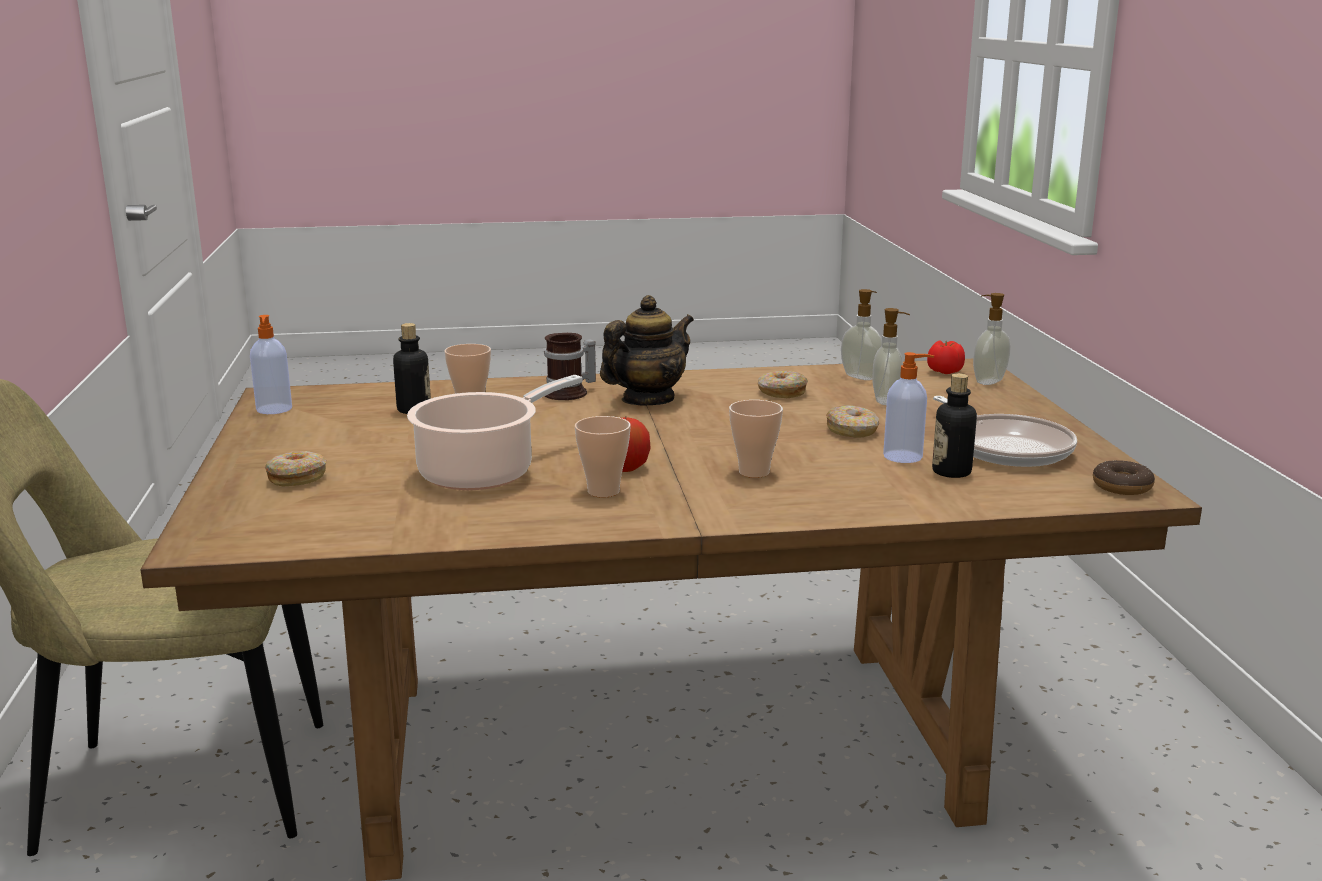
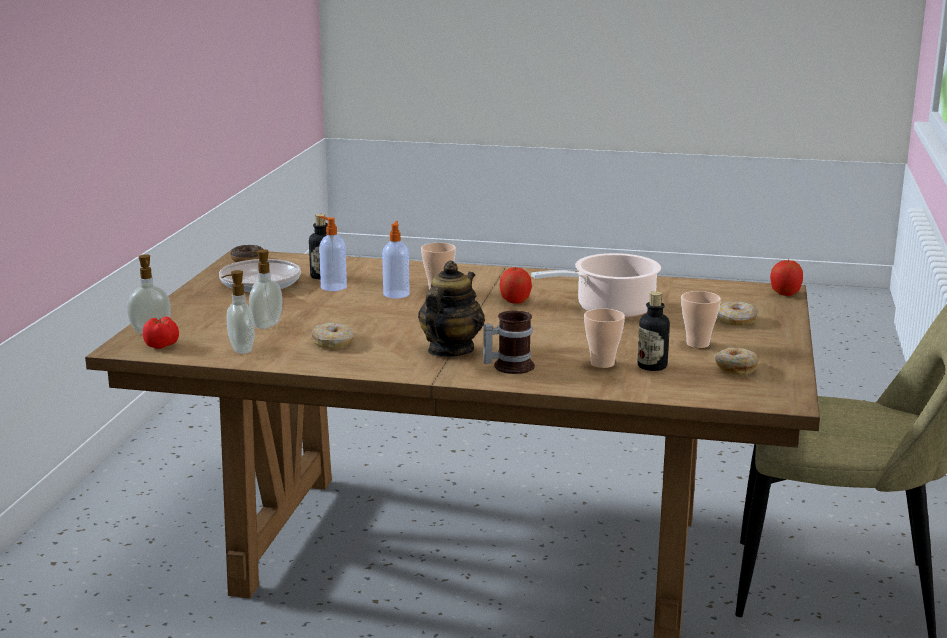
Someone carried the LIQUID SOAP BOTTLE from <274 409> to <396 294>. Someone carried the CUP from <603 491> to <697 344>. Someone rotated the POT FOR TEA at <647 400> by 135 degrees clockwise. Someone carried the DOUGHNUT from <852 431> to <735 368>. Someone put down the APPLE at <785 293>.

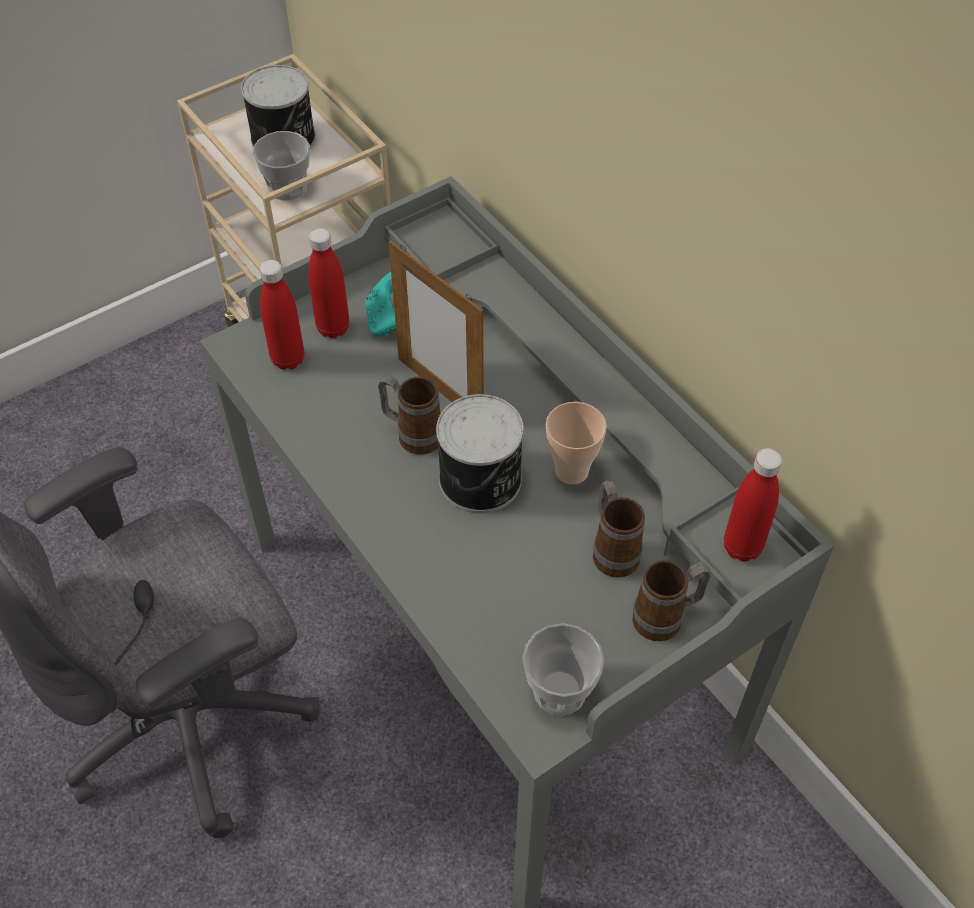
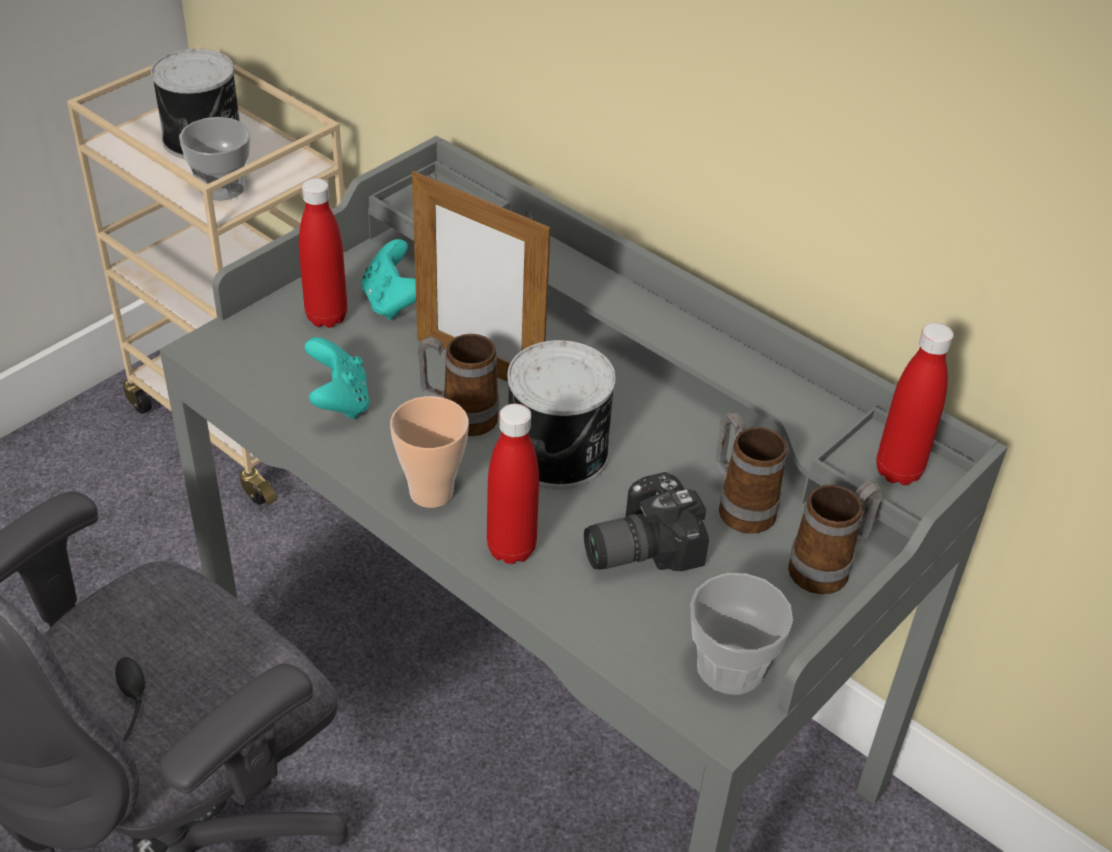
Someone carried the RED BEVERAGE BOTTLE from <288 359> to <511 549>. Someone carried the CUP from <571 471> to <431 492>. Someone put down the TURQUOISE-COLOURED GAME CONTROLLER at <339 402>. Someone put down the PHOTO CAMERA at <637 546>.

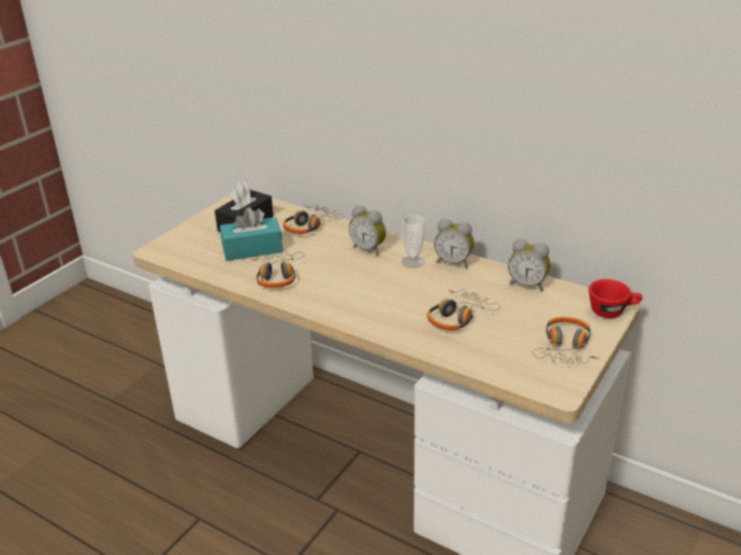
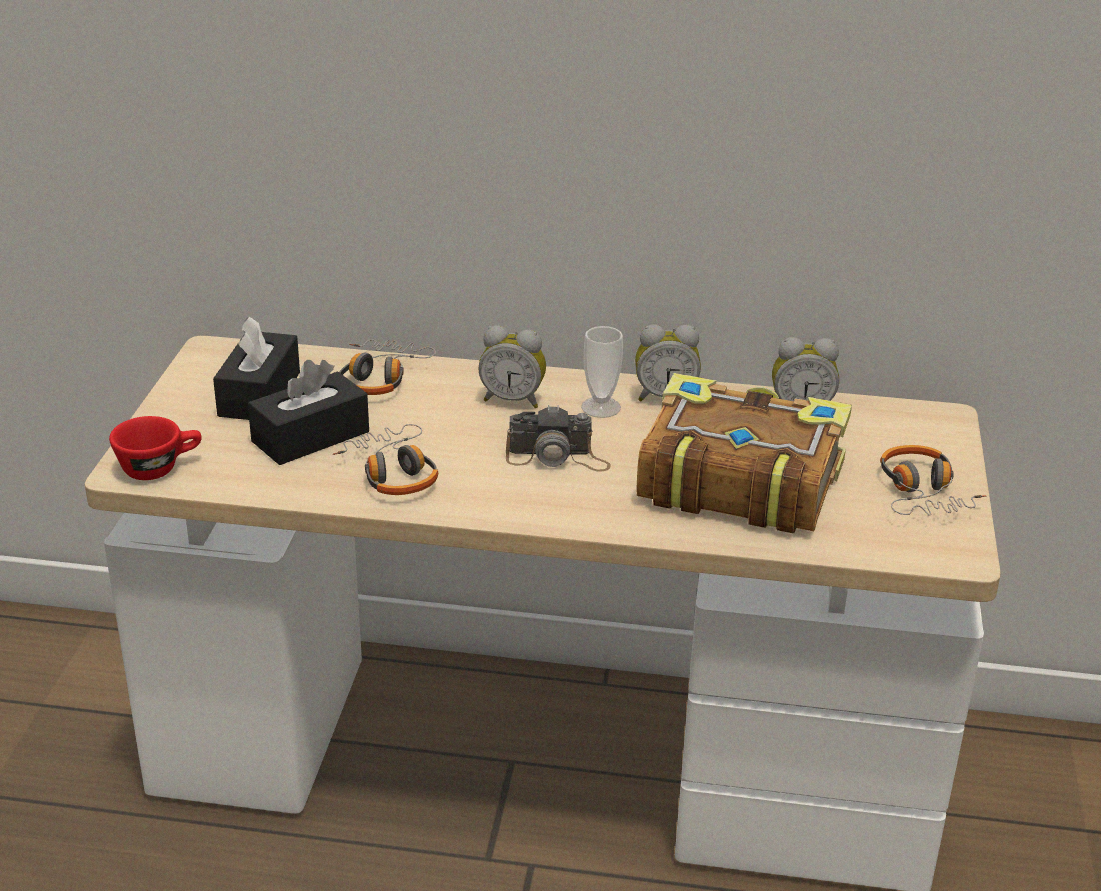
Someone repainted the TURQUOISE-COLOURED TISSUE BOX at <252 249>, which became the BLACK TISSUE BOX at <310 437>. Someone swapped the PAIR OF HEADPHONES at <458 317> for the BOOK at <737 480>. Someone carried the RED CUP from <612 311> to <159 467>. Someone put down the PHOTO CAMERA at <558 457>.

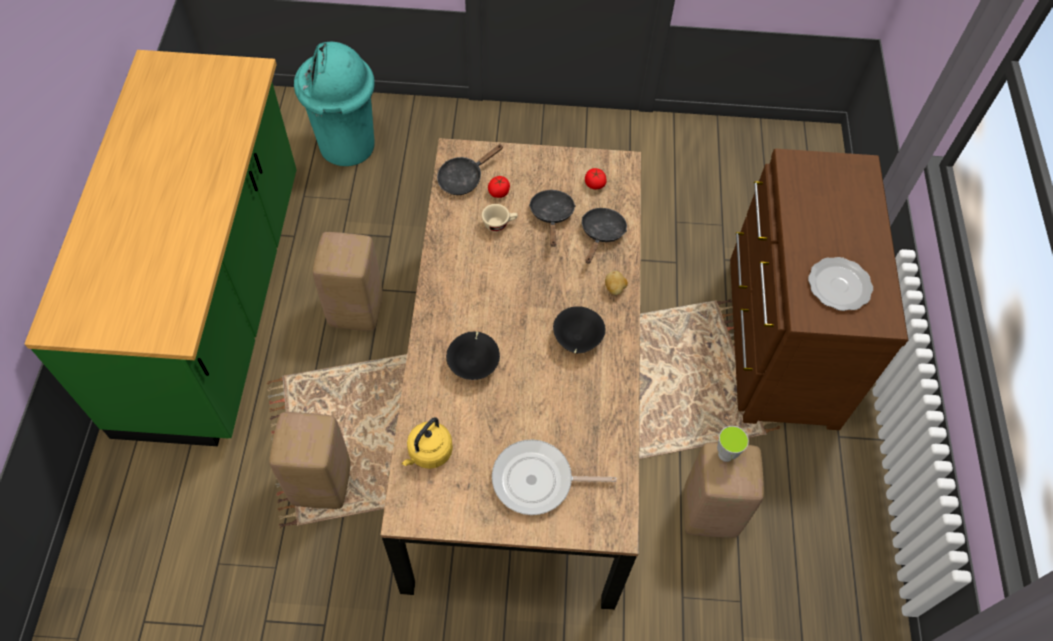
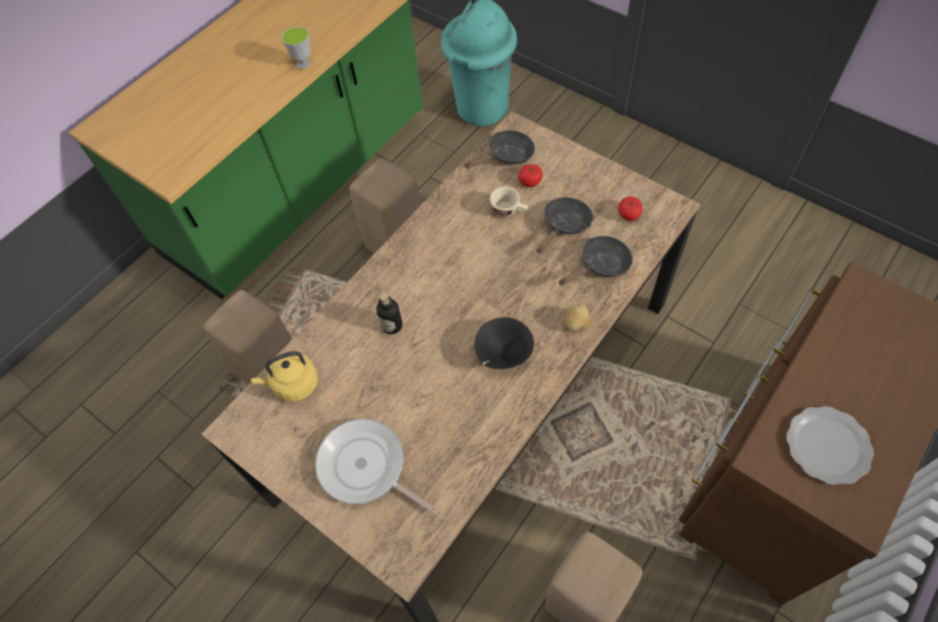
Someone rotated the BLACK FRYING PAN at <464 178> by 150 degrees clockwise. Someone swapped the BLACK DEEP DISH at <474 363> for the BEVERAGE BOTTLE at <392 325>. Someone carried the CUP from <725 454> to <303 64>.

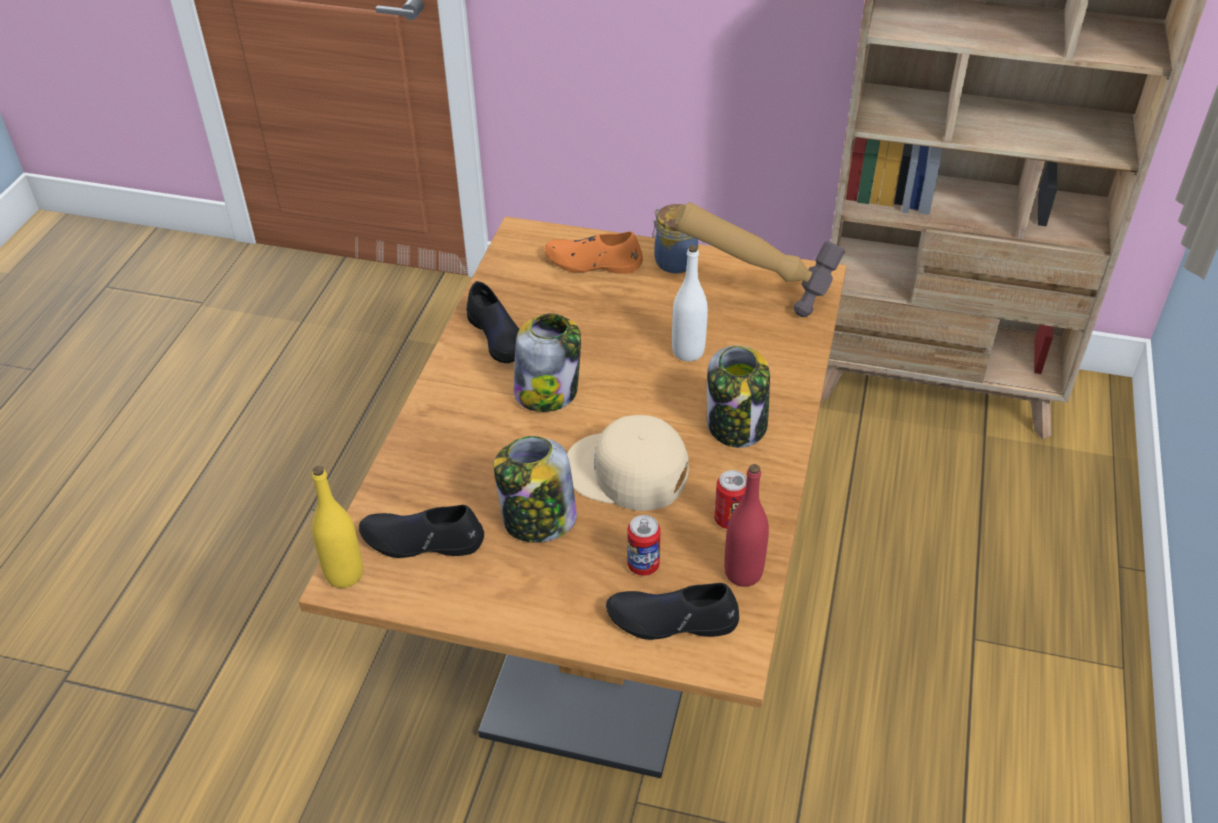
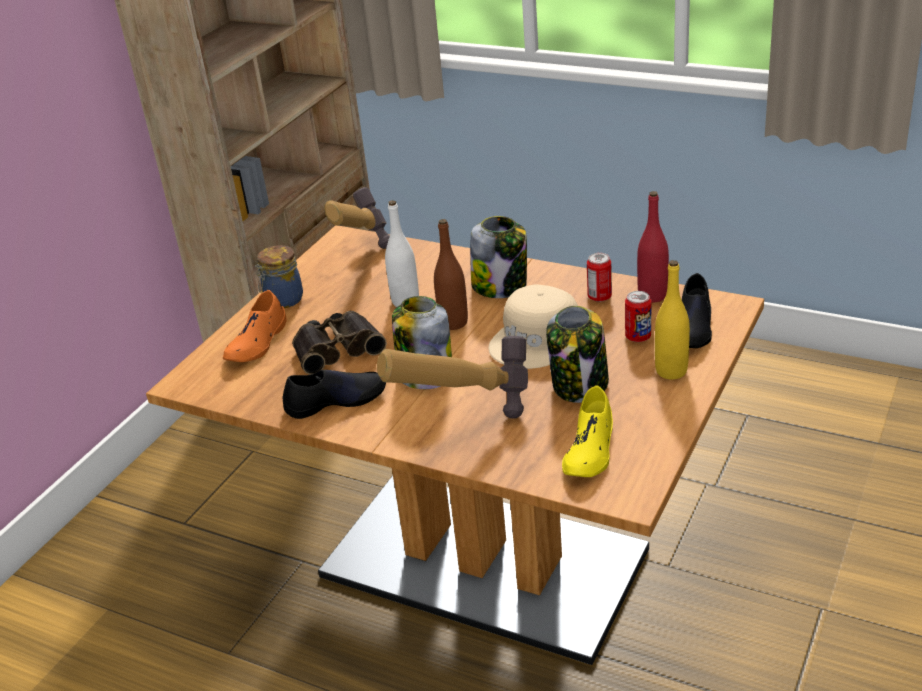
Someone carried the YELLOWISH BEVERAGE BOTTLE from <344 574> to <671 371>. Someone repainted the BLACK ITEM OF FOOTWEAR at <422 540>, which became the YELLOWISH ITEM OF FOOTWEAR at <590 449>. Someone put down the BINOCULARS at <337 348>. Someone put down the TOOL HAMMER at <463 426>. Someone put down the BROWN BEVERAGE BOTTLE at <453 323>.

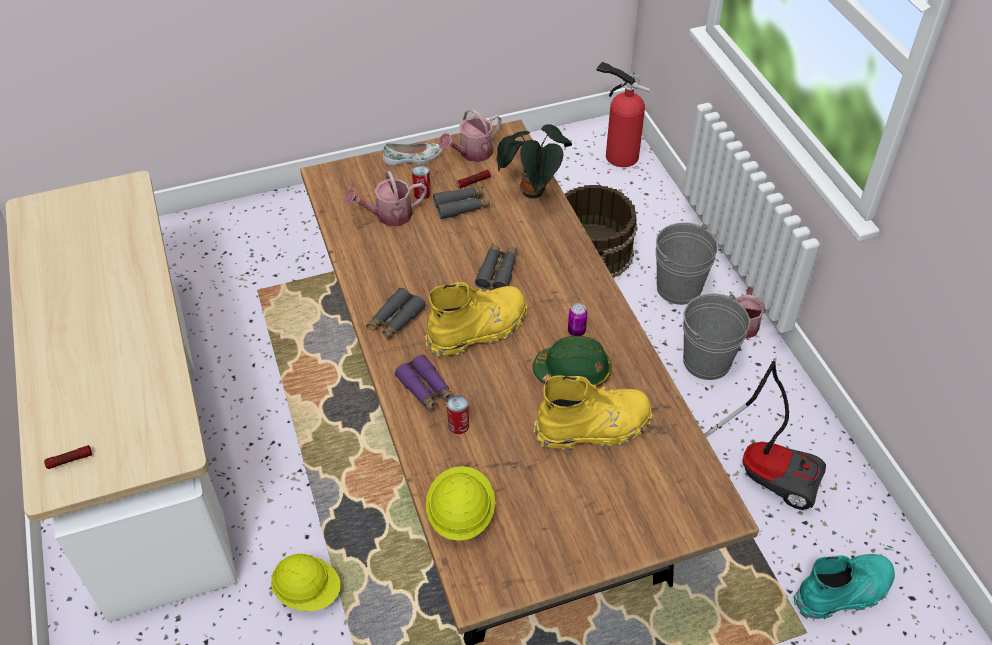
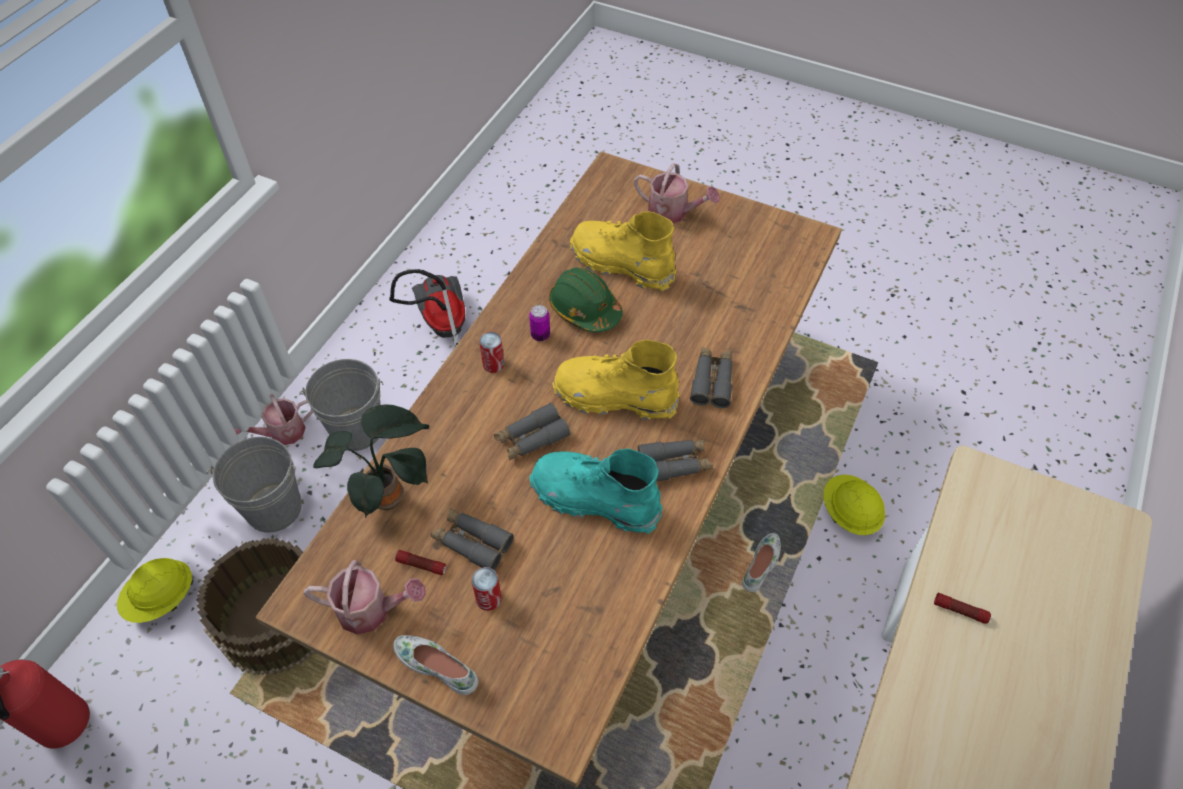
Someone carried the HAND TORCH from <69 460> to <960 611>. Someone carried the WATERING CAN from <389 216> to <673 213>. Someone repainted the PURPLE BINOCULARS at <426 389>, which became the GRAY BINOCULARS at <712 381>. Someone carried the YELLOWISH SAFETY HELMET from <460 514> to <162 599>. Someone carried the METAL CAN from <458 425> to <493 364>. Someone carried the TURQUOISE-COLOURED TALL BOOT from <843 592> to <595 499>. Someone put down the WHITE-COLOURED ITEM OF FOOTWEAR at <761 565>.

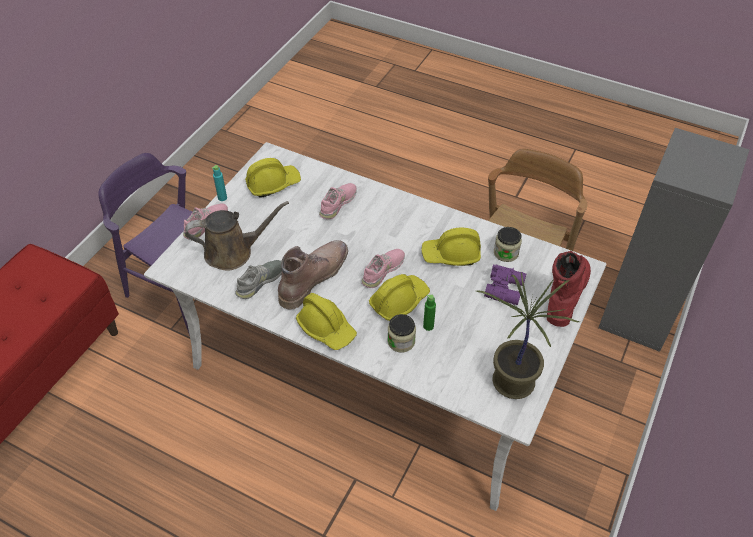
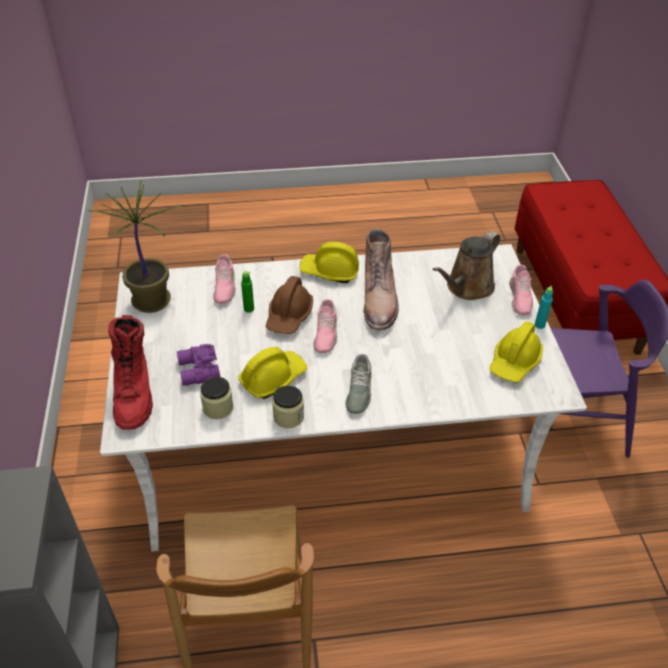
Someone carried the GRAY ITEM OF FOOTWEAR from <260 281> to <358 391>. Someone carried the PINKISH ITEM OF FOOTWEAR from <338 203> to <224 286>. Someone repainted the YELLOWISH SAFETY HELMET at <399 301>, which became the BROWN SAFETY HELMET at <289 316>. Someone carried the STORAGE JAR from <401 341> to <288 417>.

